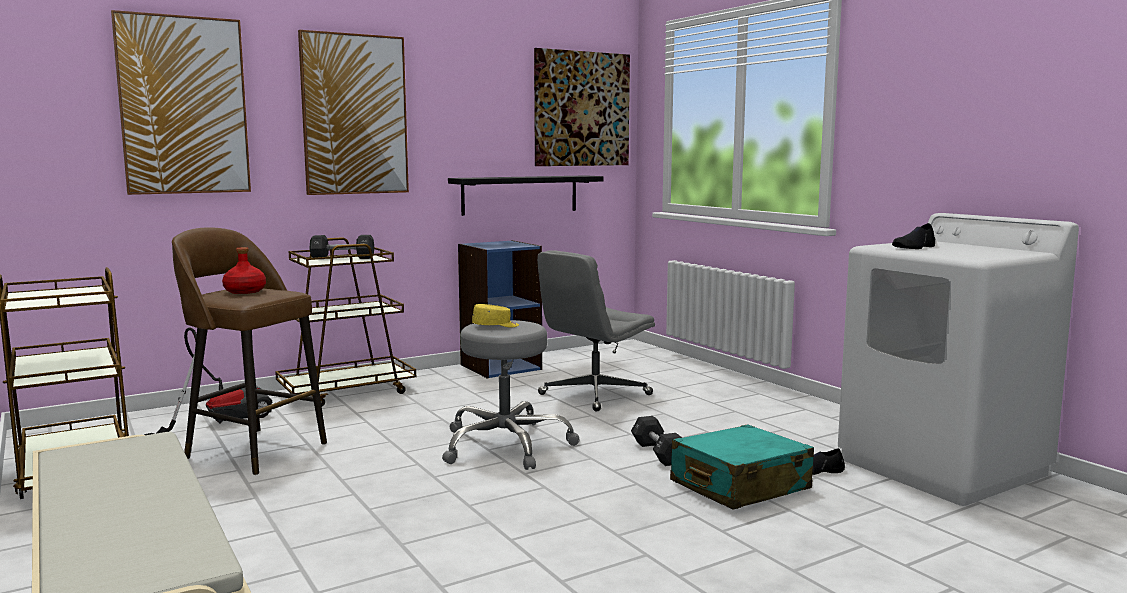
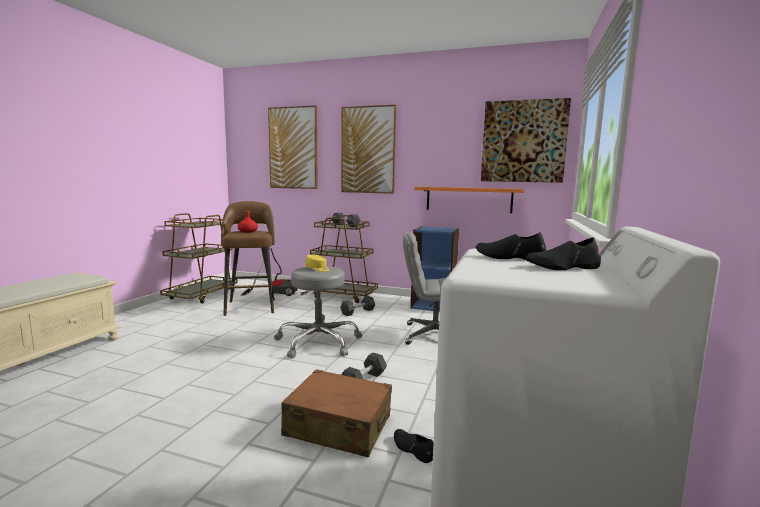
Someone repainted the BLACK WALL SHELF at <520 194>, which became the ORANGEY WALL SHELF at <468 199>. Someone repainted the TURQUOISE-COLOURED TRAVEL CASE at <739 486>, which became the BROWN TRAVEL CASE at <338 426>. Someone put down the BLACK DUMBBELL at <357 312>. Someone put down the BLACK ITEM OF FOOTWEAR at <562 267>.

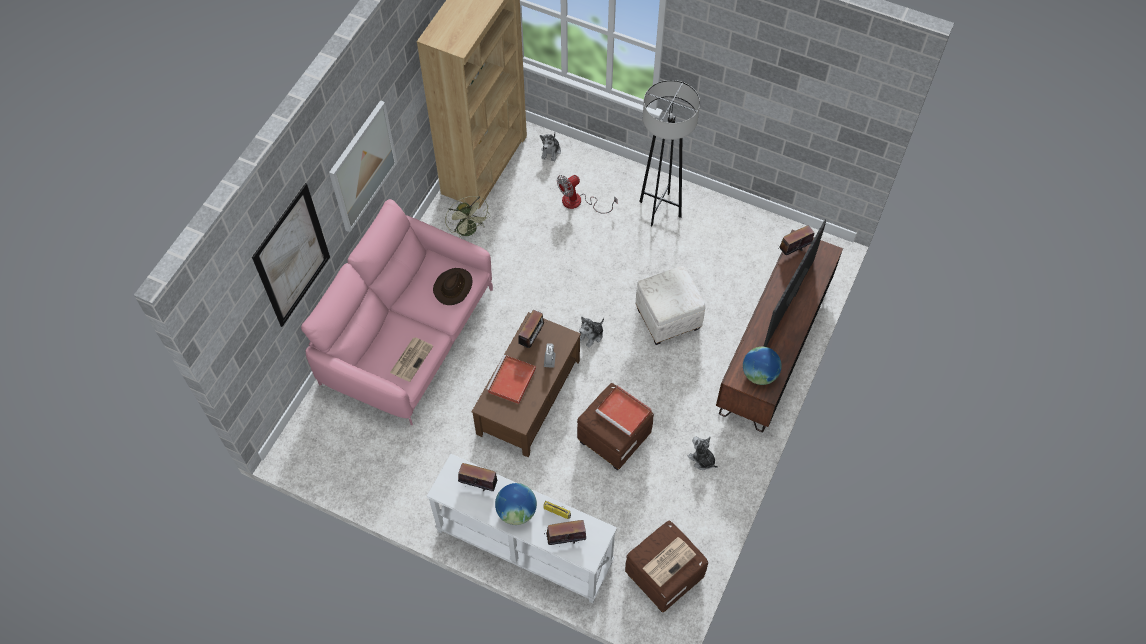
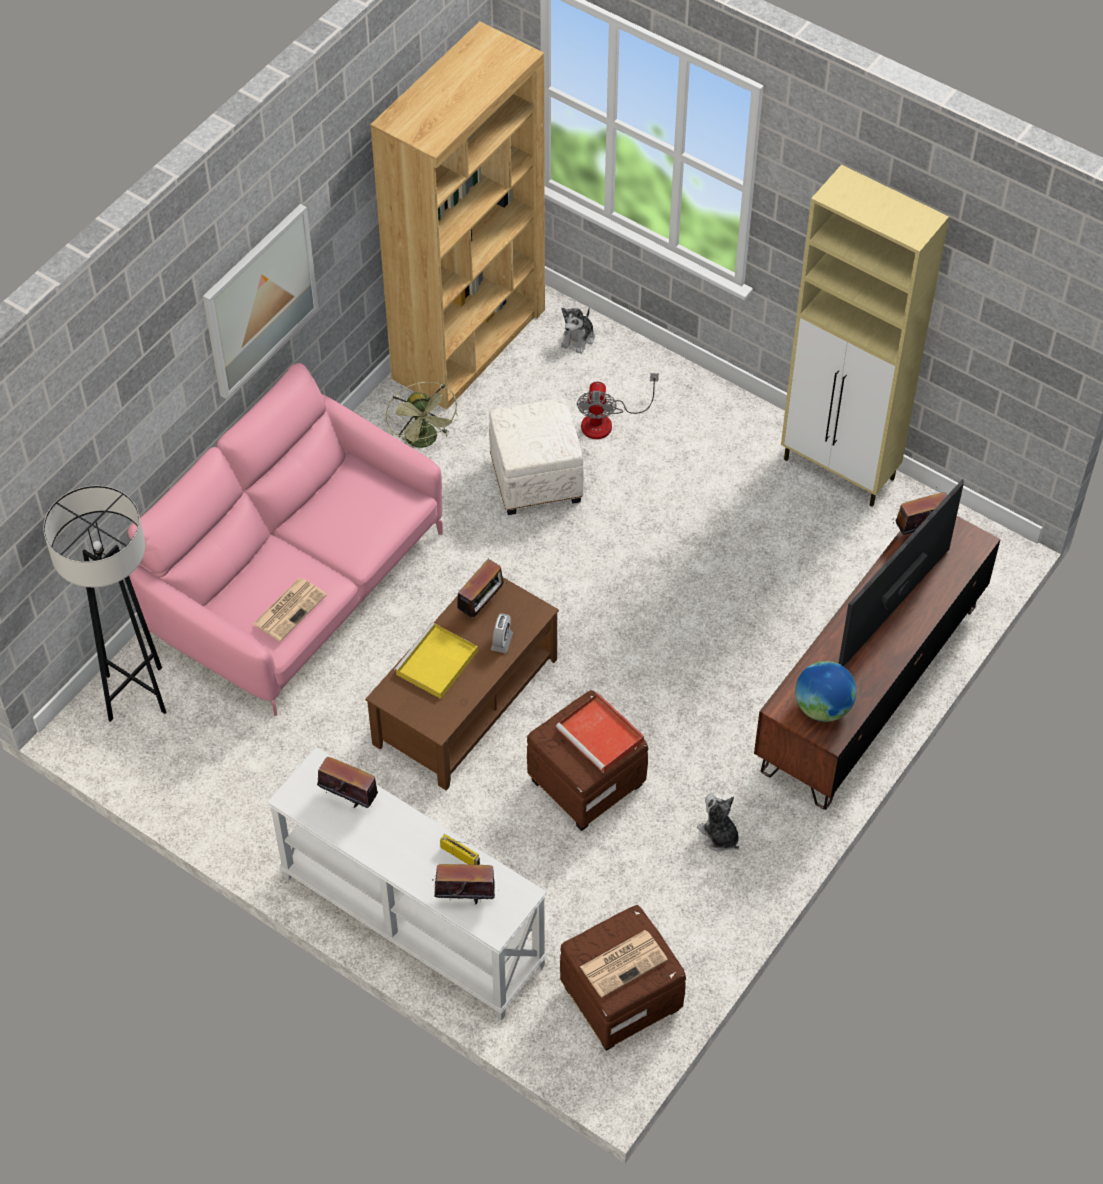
Someone took away the PICTURE at <292 256>. Someone took away the BROWN WEARABLE HAT at <453 287>. Someone repainted the RED TRAY at <511 381>, which became the YELLOWISH TRAY at <436 664>. Someone took away the GLOBE at <516 511>. Someone rotated the ELECTRIC FAN at <579 202> by 60 degrees counterclockwise. Someone took away the SOFT TOY at <591 335>. Someone carried the WHITE-COLOURED OTTOMAN from <667 319> to <535 482>. Someone carried the GRAY FLOOR LAMP from <660 209> to <135 694>. Someone put down the SAND-COLOURED CUPBOARD at <840 470>.

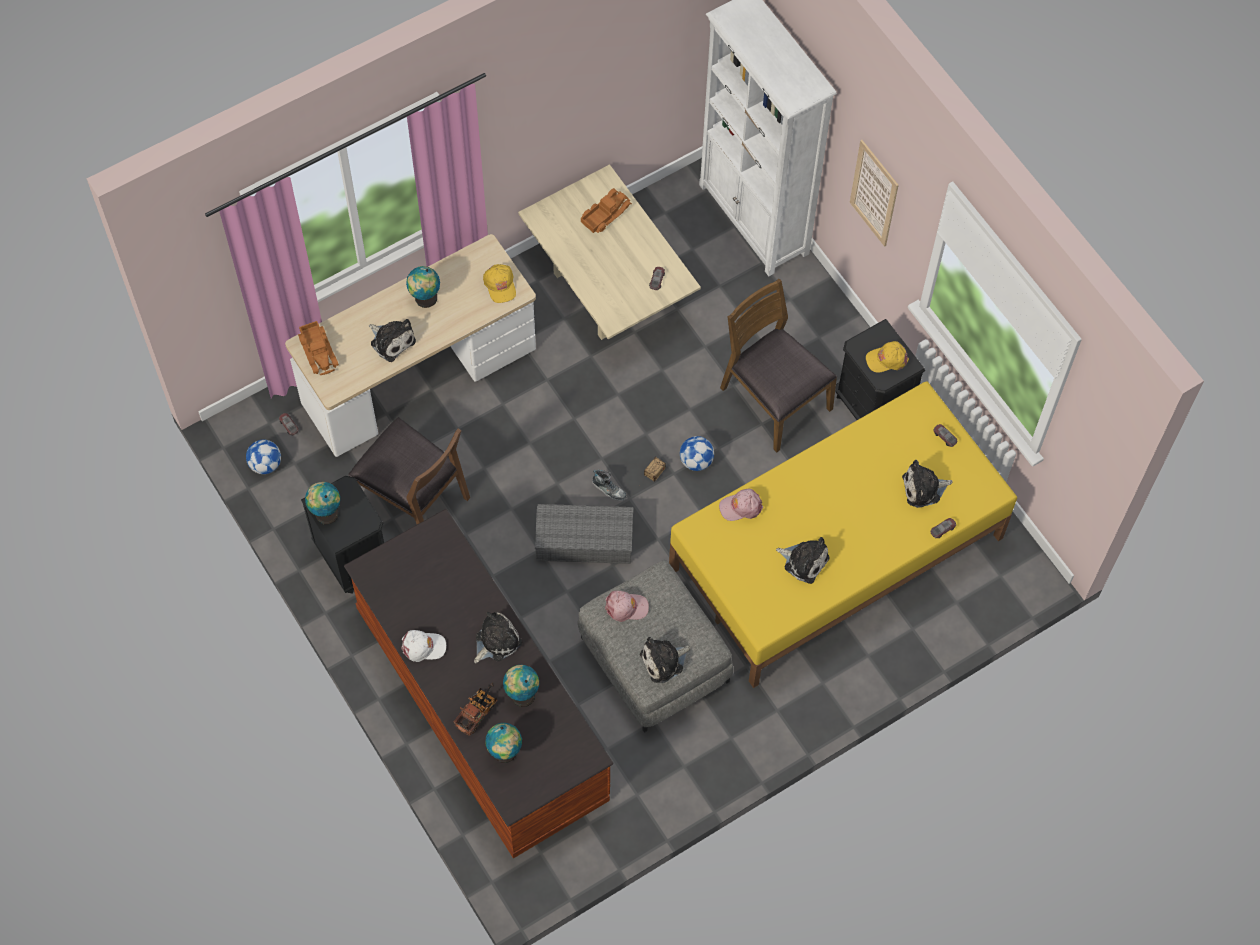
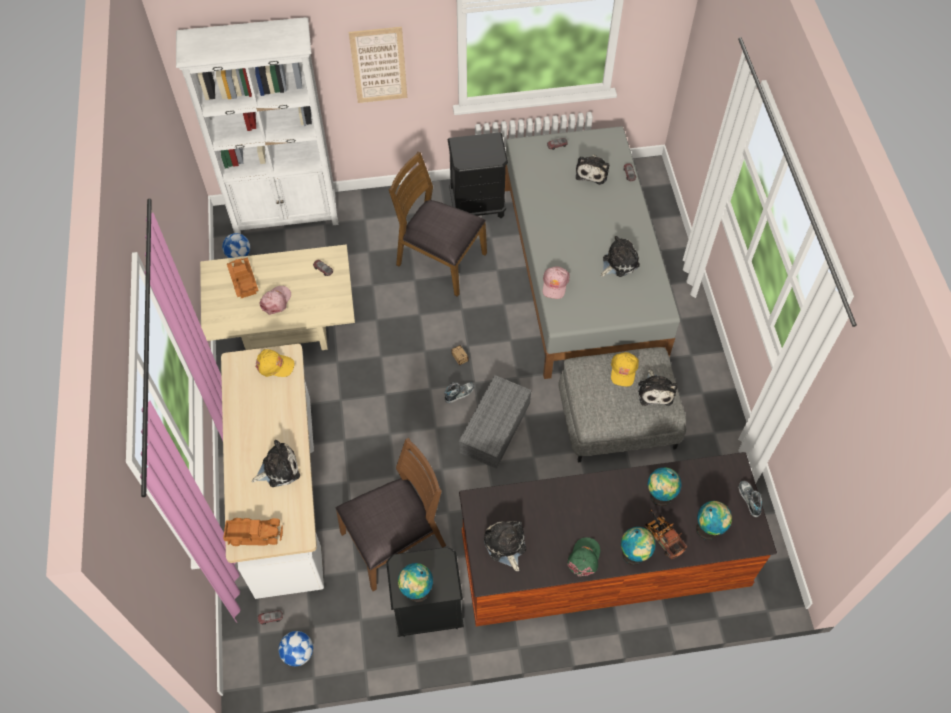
Someone repainted the WHITE-COLOURED CAP at <423 647>, which became the GREEN-COLOURED CAP at <584 558>. Someone carried the GLOBE from <425 299> to <634 555>. Someone carried the SOFT TOY from <496 641> to <505 545>. Someone carried the PINKISH CAP from <626 607> to <276 301>. Someone repainted the YELLOWISH BEDROOM BED at <838 553>, which became the GRAY BEDROOM BED at <582 270>. Someone carried the FOOTBALL from <696 461> to <238 255>. Someone rotated the BROWN CHAIR at <774 399> by 45 degrees clockwise. Someone carried the YELLOWISH CAP from <887 359> to <623 371>. Someone put down the ITEM OF FOOTWEAR at <749 499>.

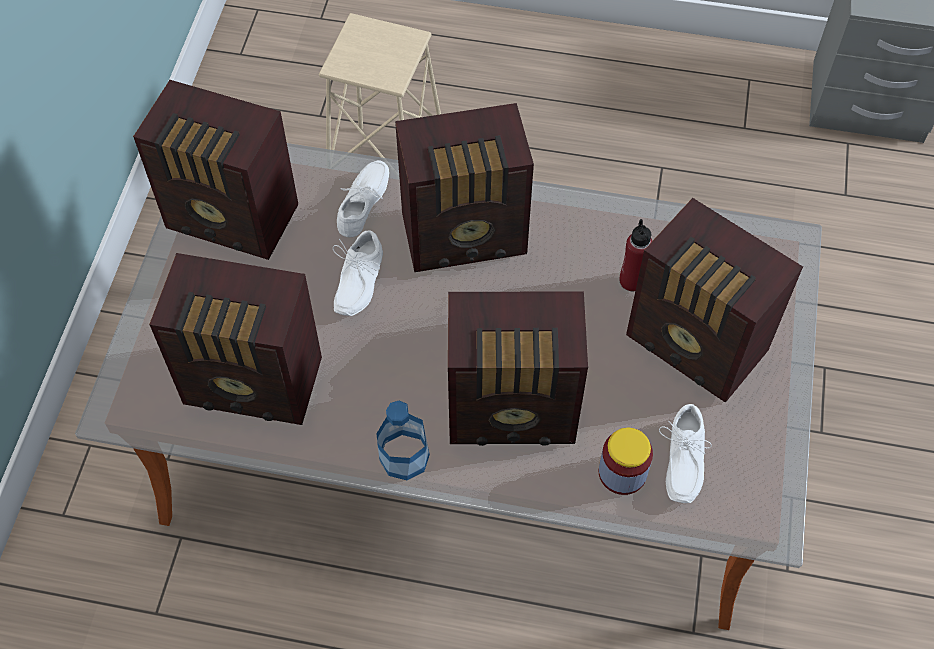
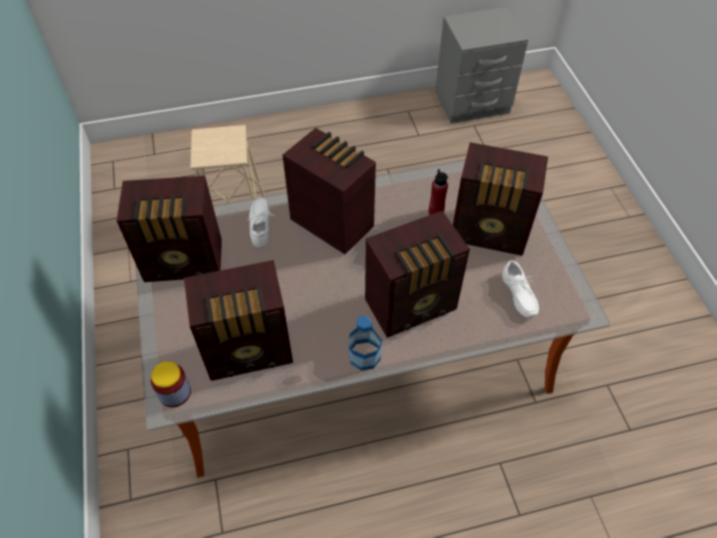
Someone took away the WHITE-COLOURED ITEM OF FOOTWEAR at <356 281>. Someone rotated the RADIO SET at <467 236> by 105 degrees counterclockwise. Someone carried the STORAGE JAR from <622 473> to <175 392>.

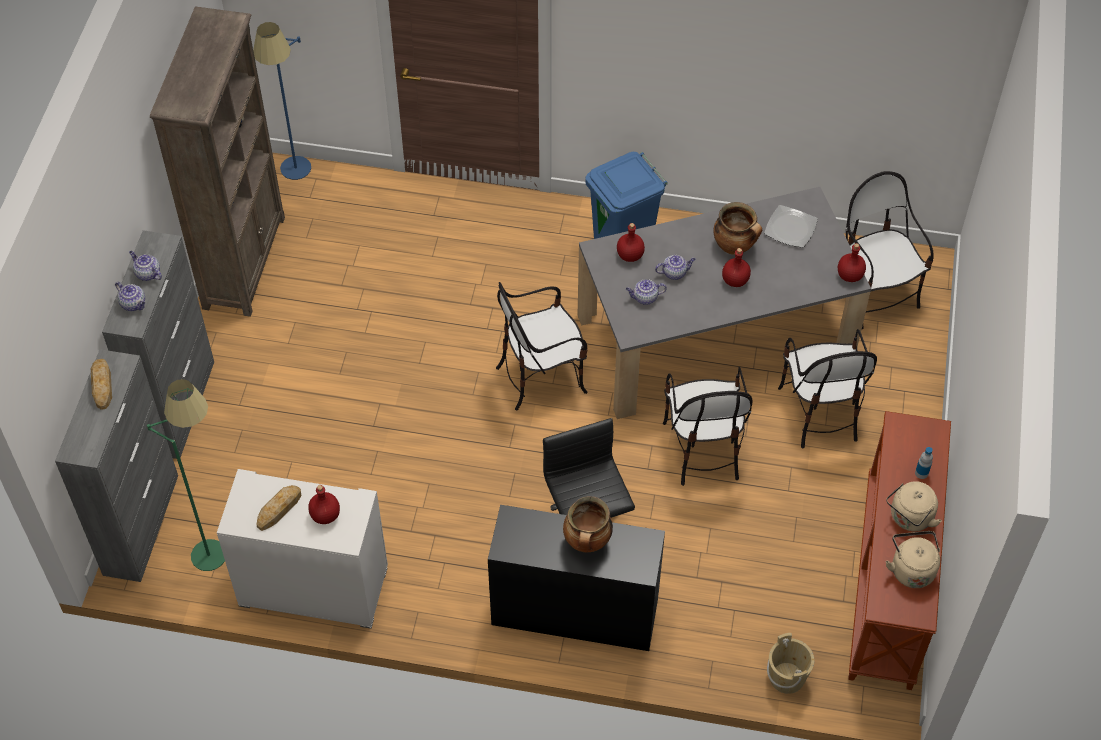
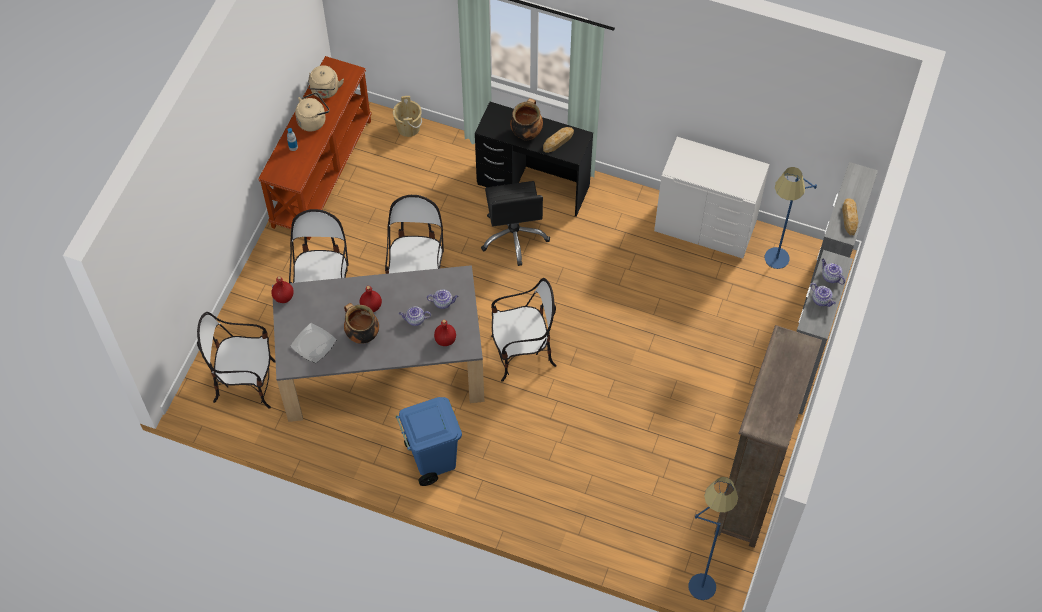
Someone repainted the GREEN-COLOURED FLOOR LAMP at <214 541>, which became the BLUE FLOOR LAMP at <773 267>. Someone carried the BREAD from <279 509> to <558 141>. Someone took away the RED BEVERAGE BOTTLE at <325 515>. Someone rotated the CHAIR at <874 293> by 105 degrees clockwise.

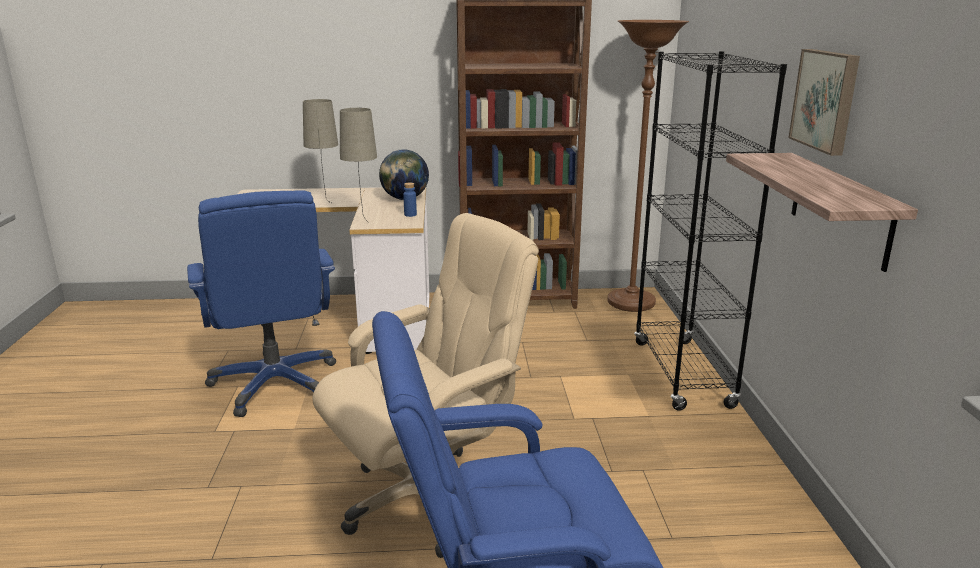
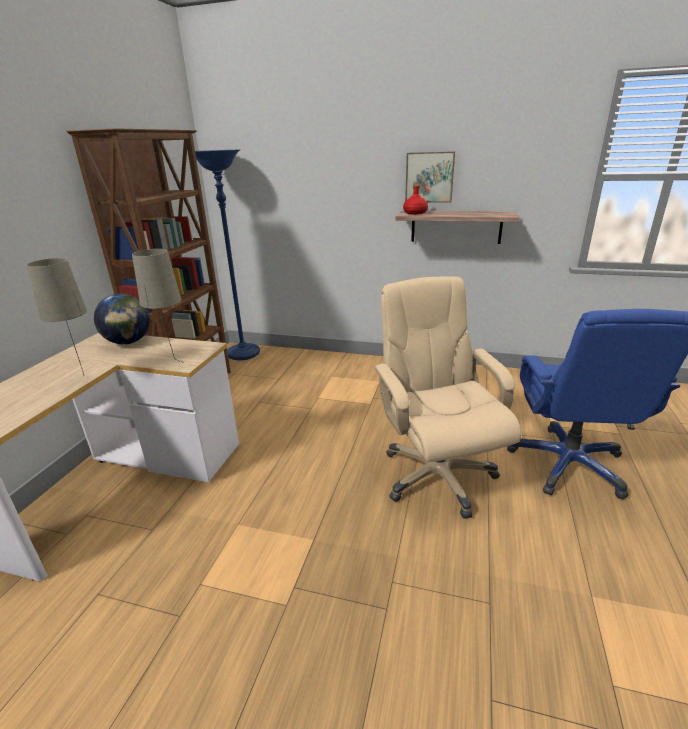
Someone took away the BLUE OFFICE CHAIR at <275 384>. Someone took away the BLUE BEVERAGE BOTTLE at <410 215>. Someone repainted the BROWN FLOOR LAMP at <631 303>, which became the BLUE FLOOR LAMP at <243 354>. Someone took away the BLACK SHELVING UNIT at <682 374>. Someone put down the RED BEVERAGE BOTTLE at <415 213>.

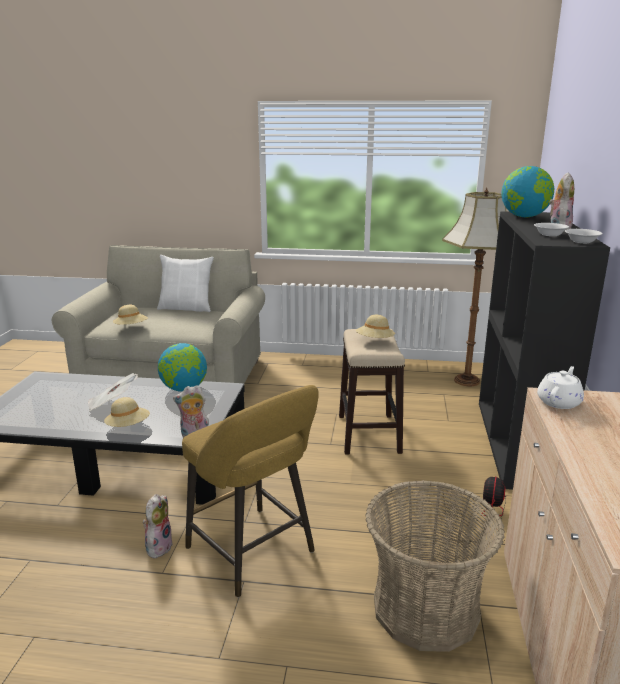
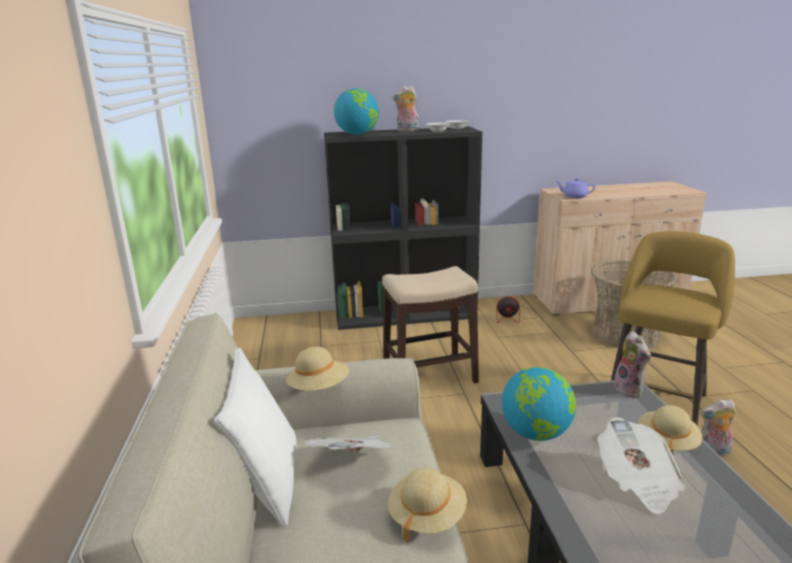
Someone carried the SAND-COLOURED WEARABLE HAT from <375 341> to <319 388>. Someone took away the FLOOR LAMP at <466 380>. Someone repainted the WHITE-COLOURED POT FOR TEA at <559 402>, which became the PURPLE POT FOR TEA at <574 196>. Someone put down the PRINTED PAPER at <353 462>.

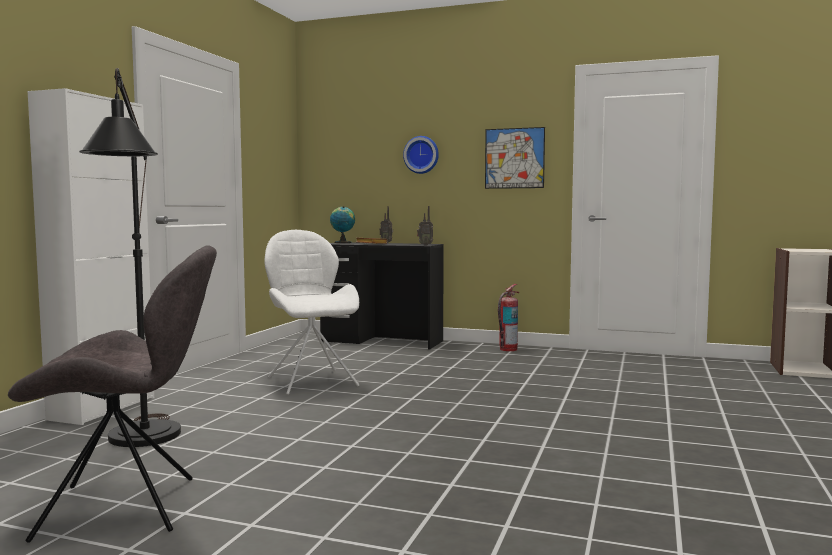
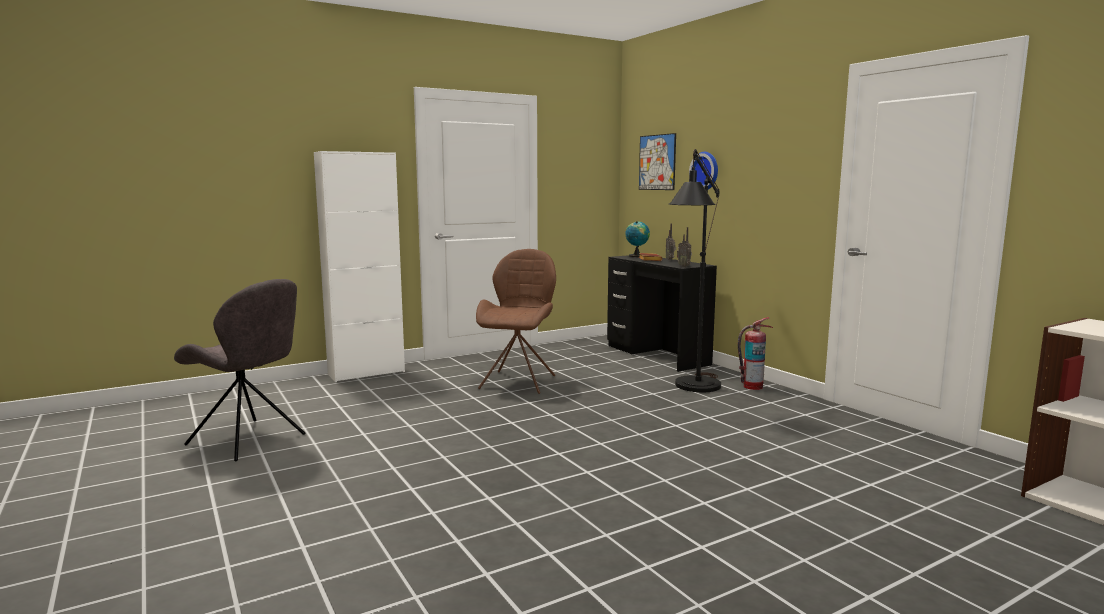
Someone carried the BLACK FLOOR LAMP from <141 442> to <694 389>. Someone repainted the WHITE-COLOURED CHAIR at <311 381>, which became the BROWN CHAIR at <519 381>. Someone carried the PICTURE from <514 158> to <657 162>.

